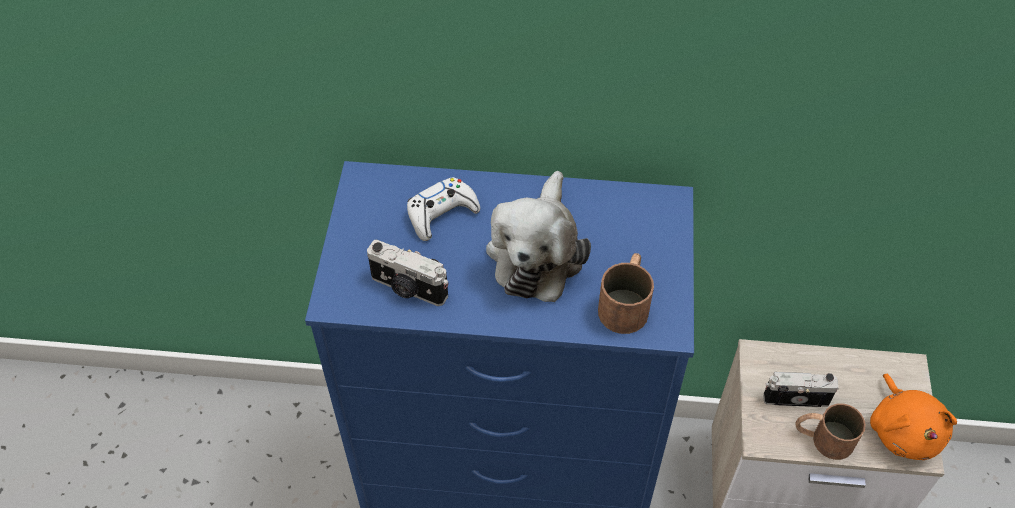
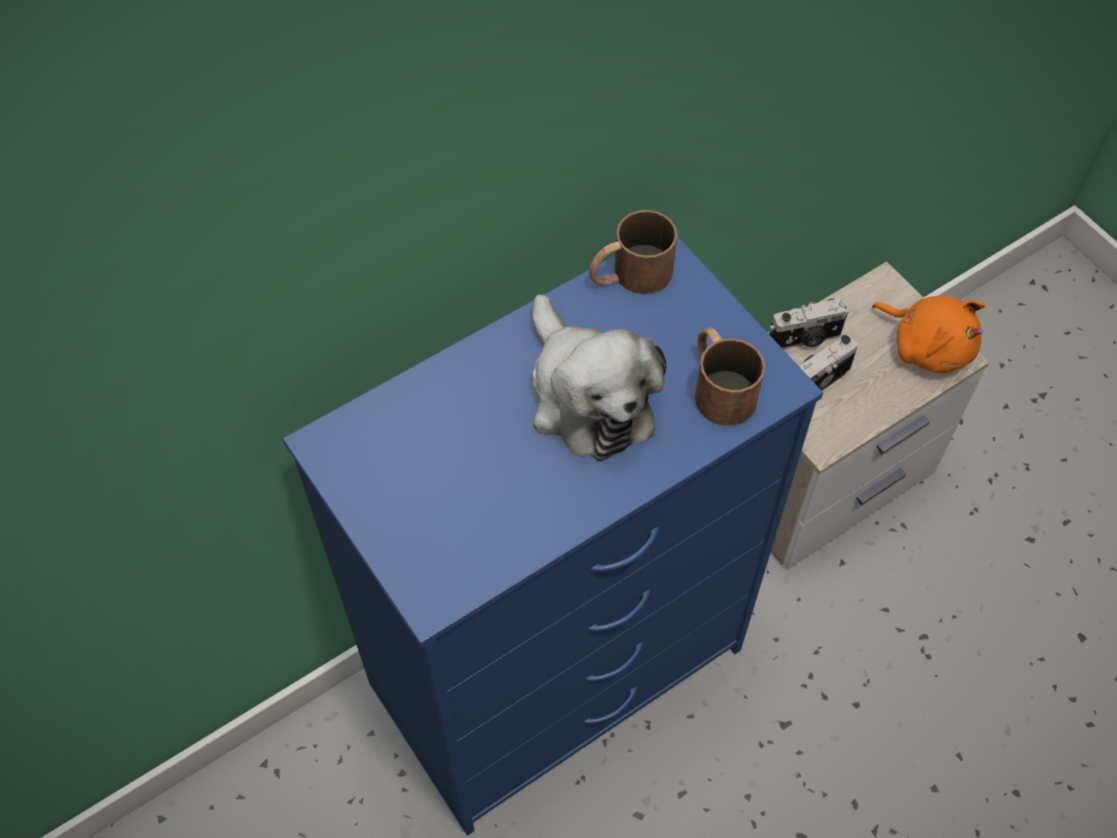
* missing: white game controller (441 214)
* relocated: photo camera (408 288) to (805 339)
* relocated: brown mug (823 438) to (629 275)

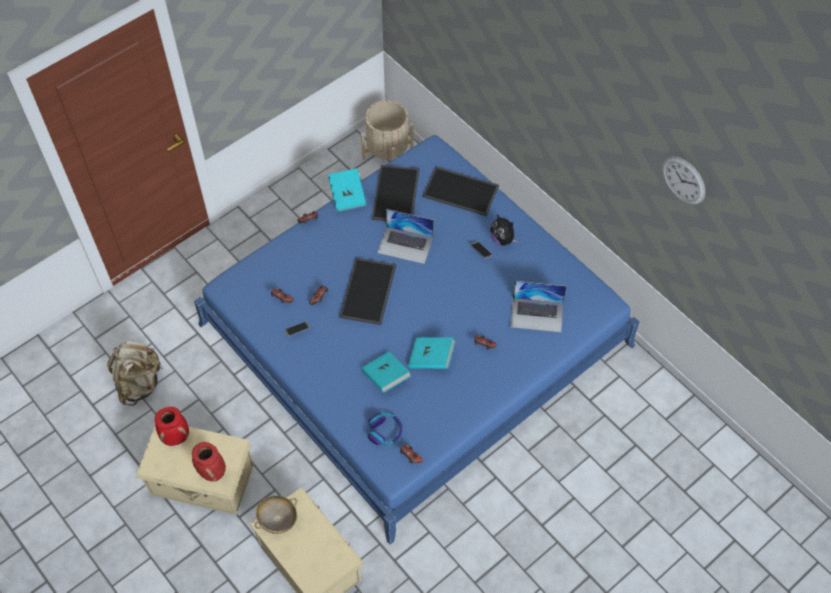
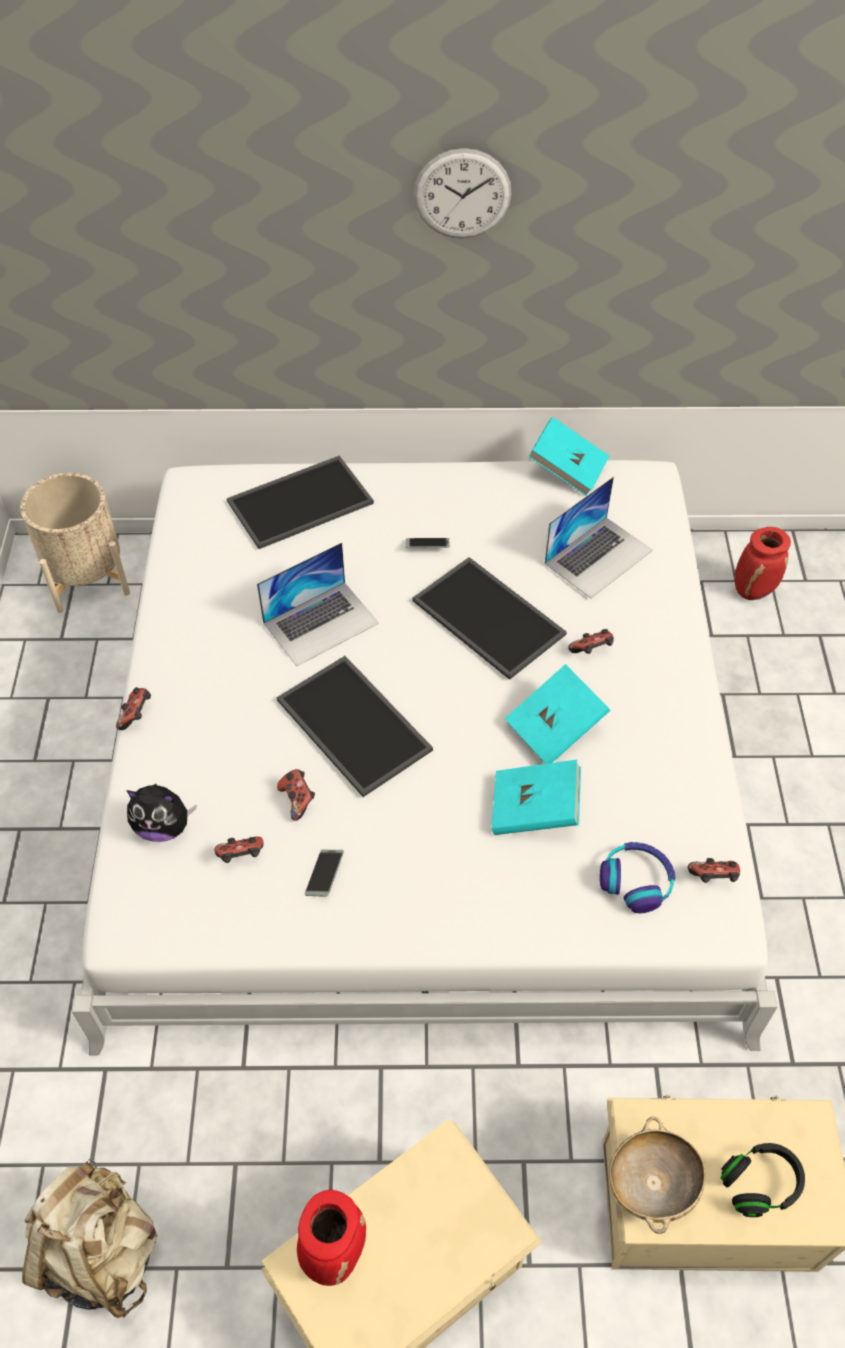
* colour: blue bed (414 335) to white bed (421 758)
* relocated: wall clock (683 180) to (462 194)
* relocated: tray (397 195) to (491 617)
* relocated: turquoise book (347 196) to (567 470)
* relocated: plush toy (502 239) to (163 827)
* relocated: red vase (213 473) to (753 590)
* appeared: black headphones (759 1184)

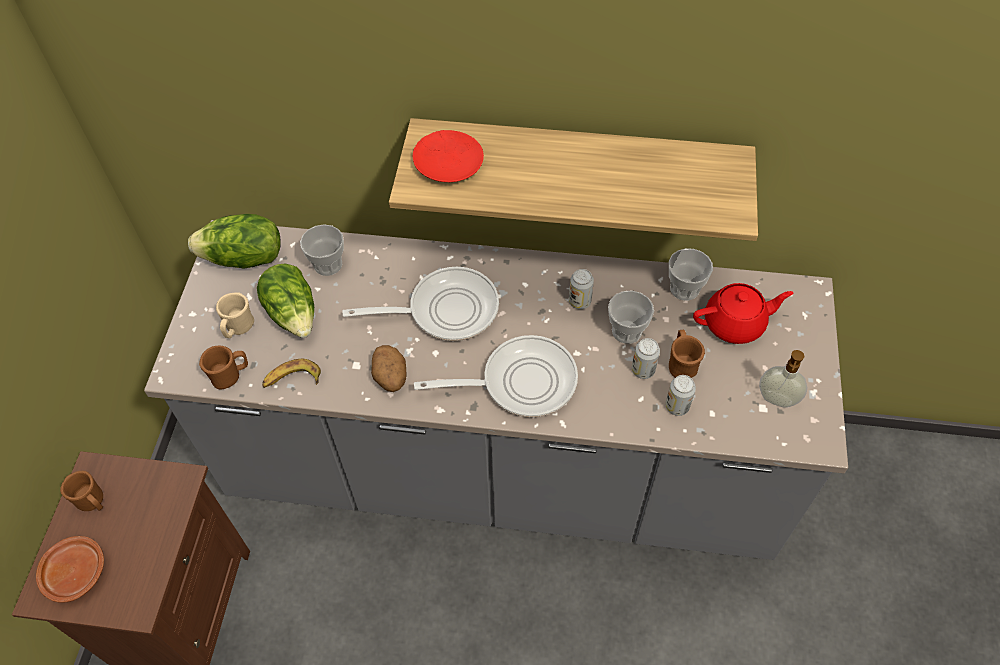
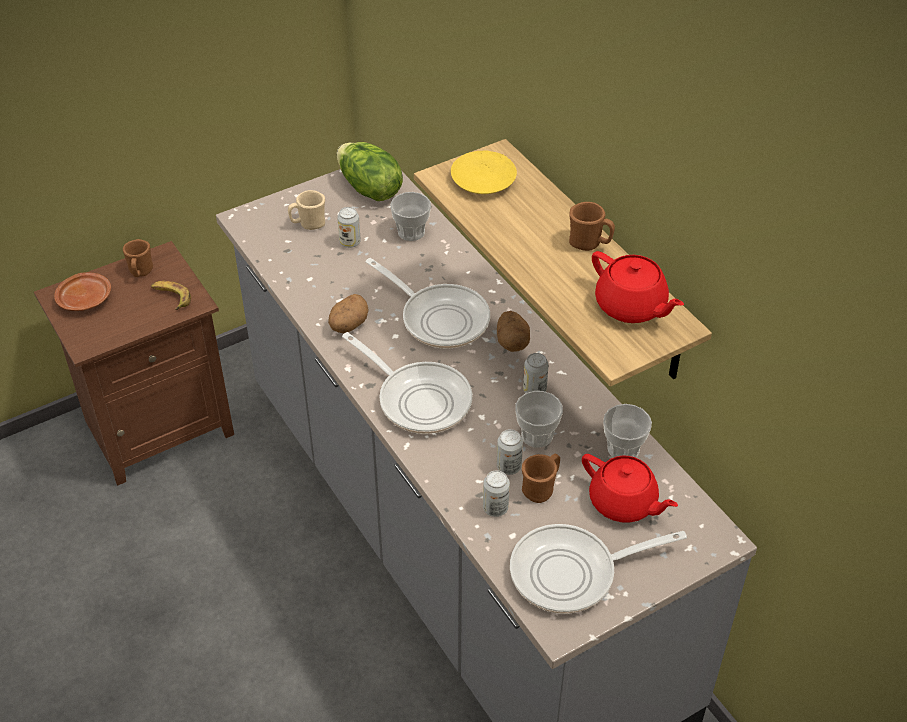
* colour: red plate (448 162) to yellow plate (483 179)
* exchanged: lettuce (294 313) to can (350 242)
* relocated: brown mug (230 376) to (589 244)
* exchanged: soap dispenser (776 400) to frying pan (572 573)
* relocated: banana (292 379) to (171 297)
* appeared: red teapot (631 307)
* appeared: potato (512 342)

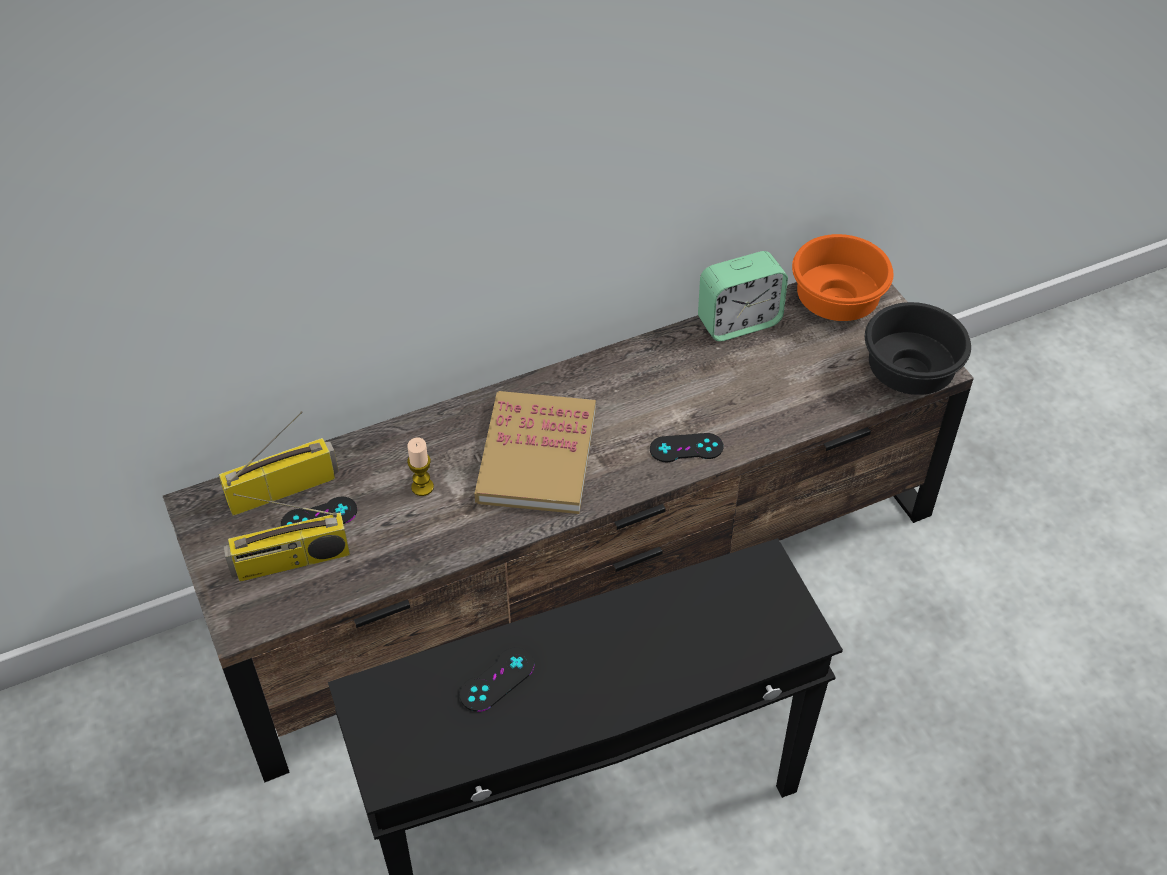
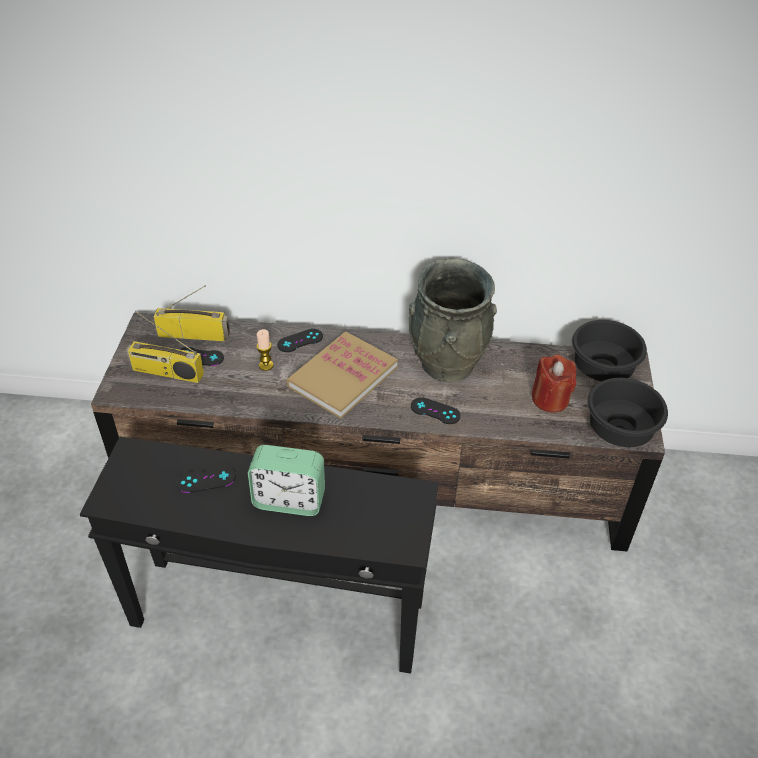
* colour: orange bowl (839 303) to black bowl (604 370)
* relocated: alarm clock (738 322) to (289 500)
* appeared: grey vase (446 363)
* appeared: black game controller (300 341)
* appeared: red candle (550 399)

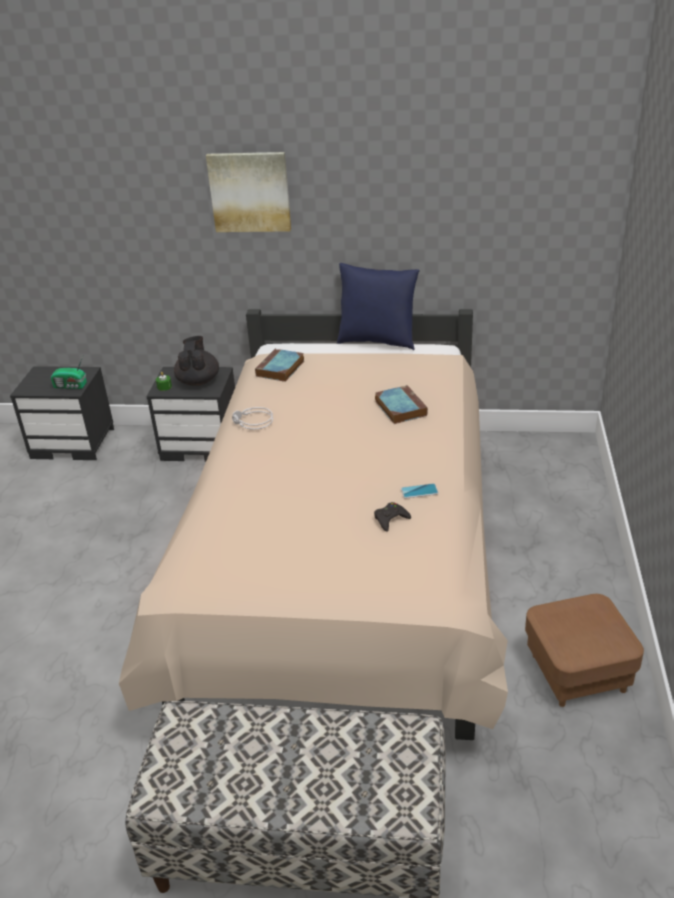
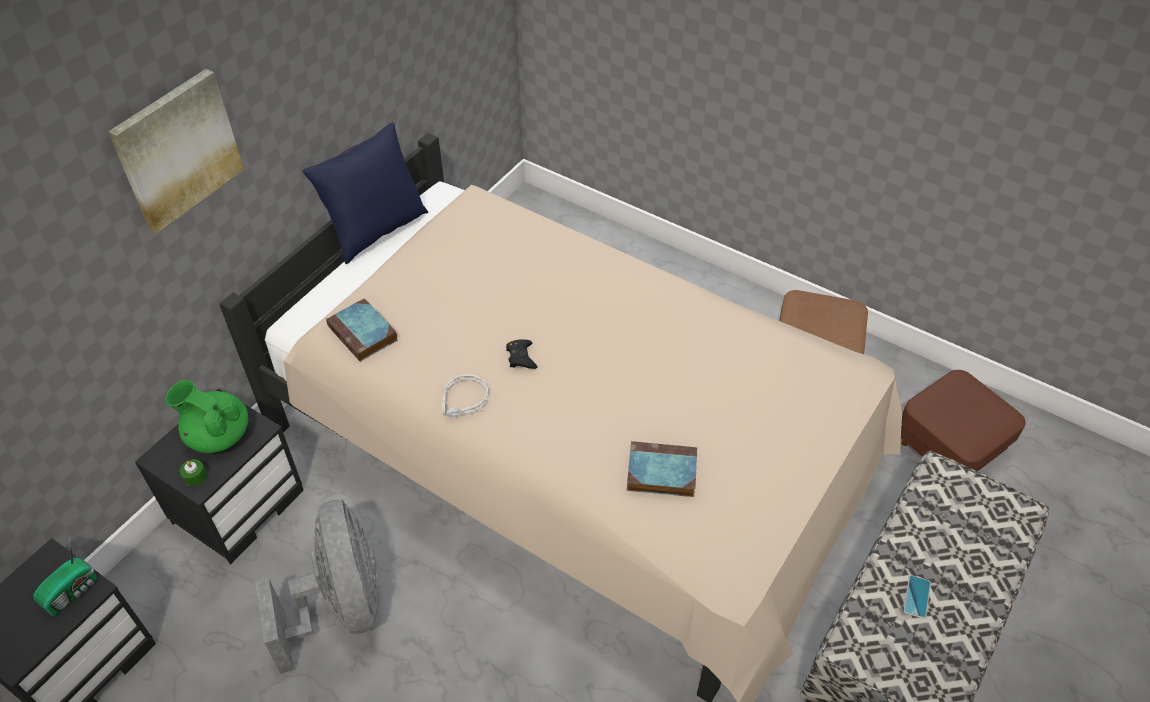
* colour: black teapot (198 381) to green teapot (218 435)
* relocated: book (399 408) to (660 473)
* relocated: phone (419 491) to (917 597)
* relocated: black game controller (390 519) to (521 357)
* appeared: brown ottoman (948 448)
* appeared: grey fan (341 606)

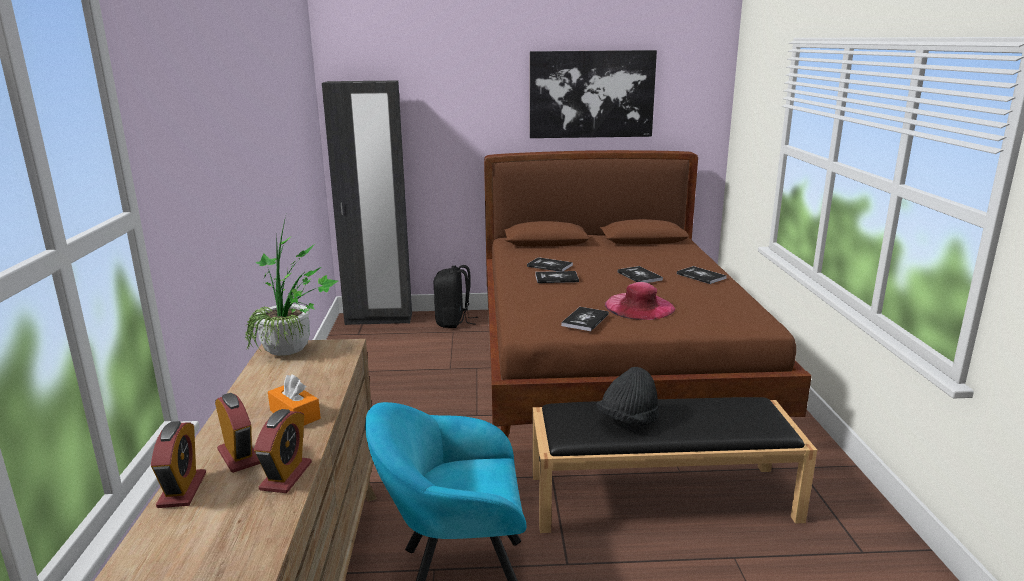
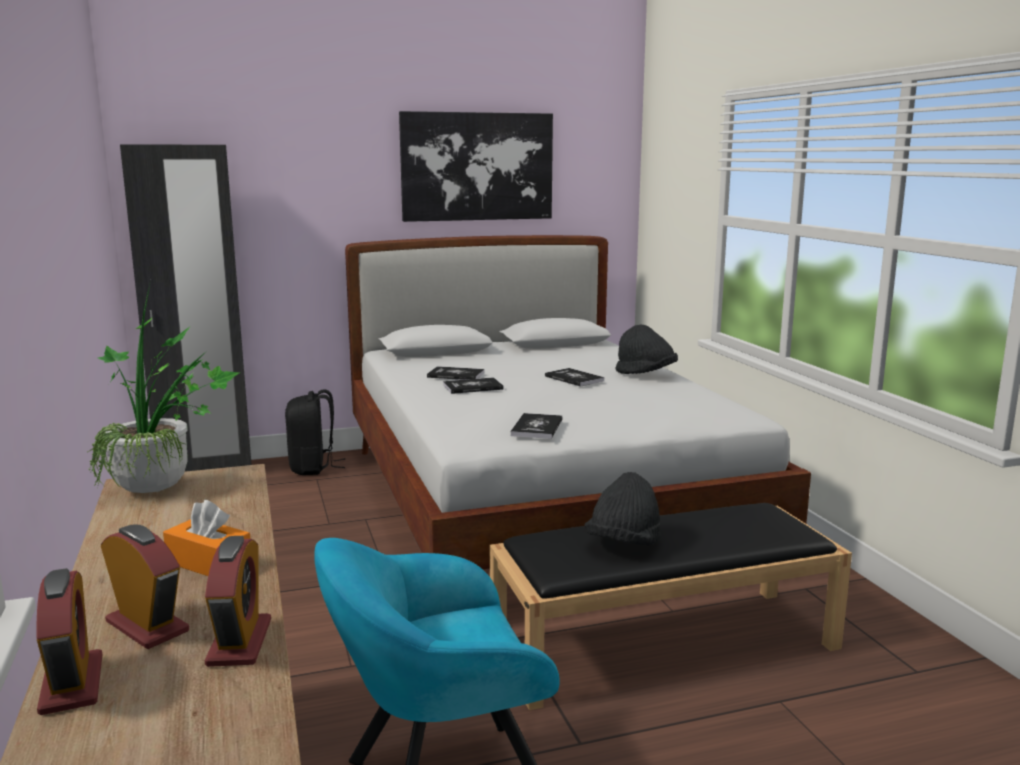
* colour: brown bed (610 369) to white bed (539 504)
* exchanged: book (701 276) to black hat (646 374)
* missing: pink hat (639 306)

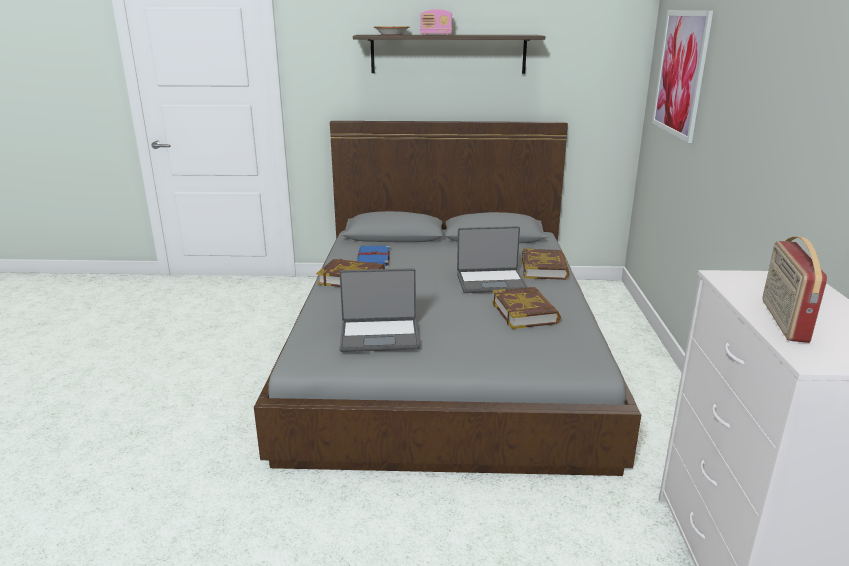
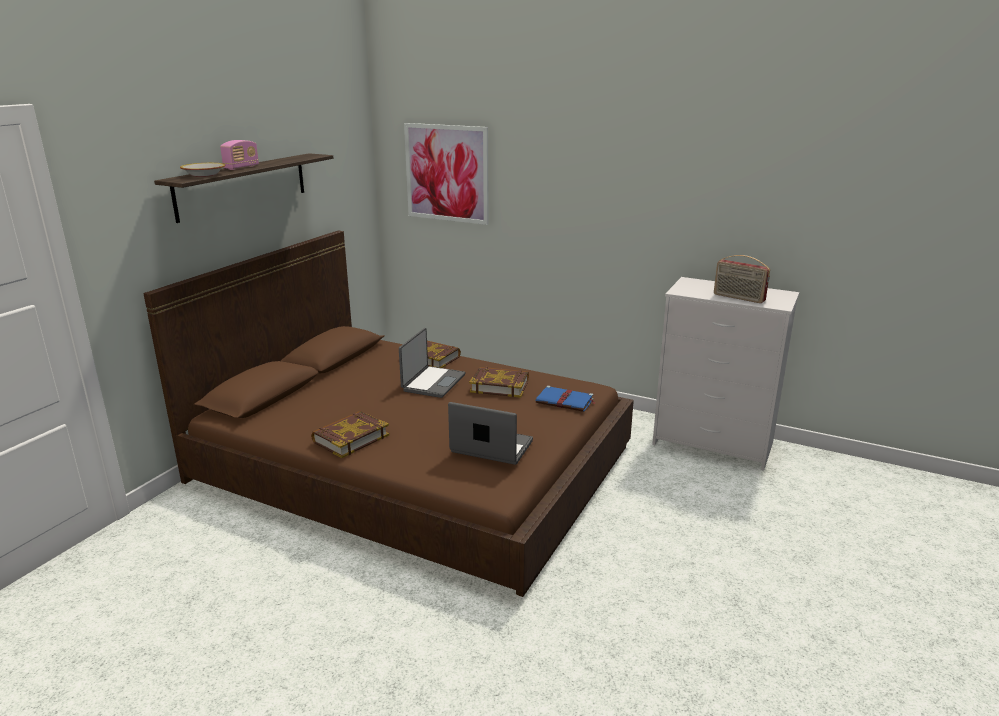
* colour: grey bed (446 349) to brown bed (414 463)
* relocated: blue book (373 259) to (565 401)
* spun: laptop (379 336) = (491 447) 90 degrees counterclockwise

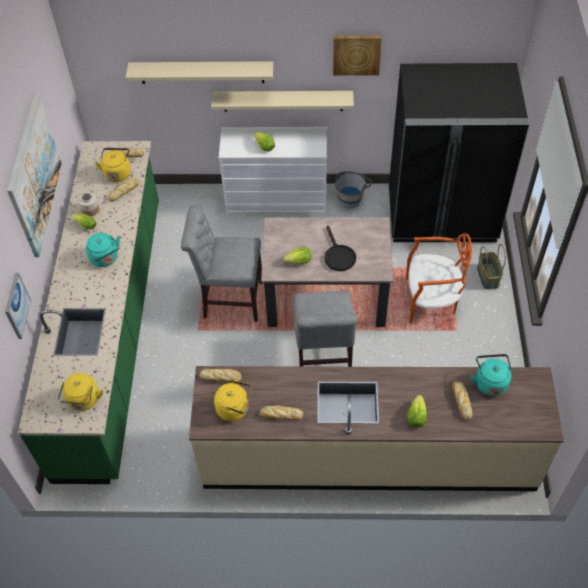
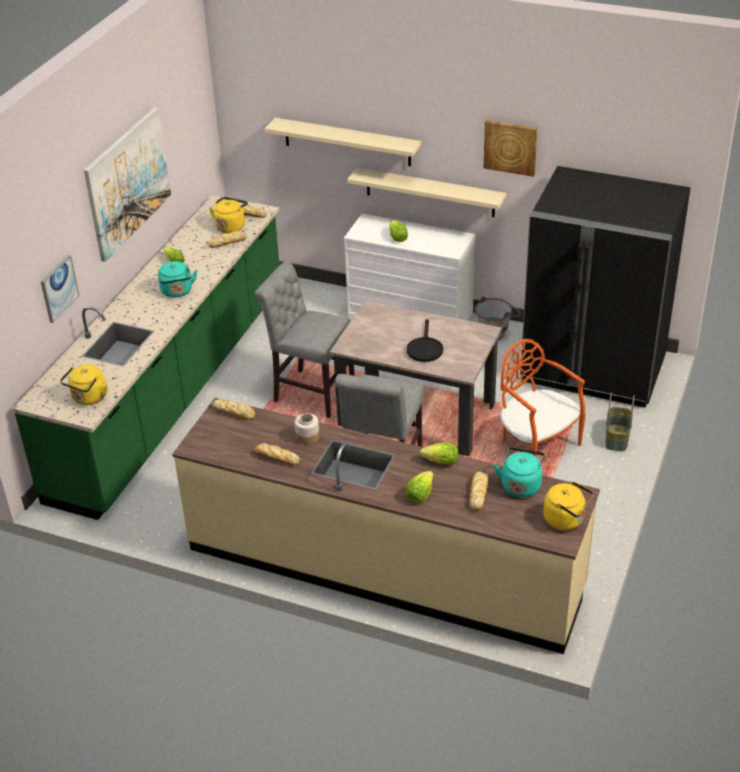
* relocated: jar (90 209) to (307 437)
* spun: orange chair (431 300) = (536 445) 150 degrees counterclockwise
* relocated: lettuce (299 262) to (441 462)
* relocated: yellow kettle (235 408) to (566 520)

